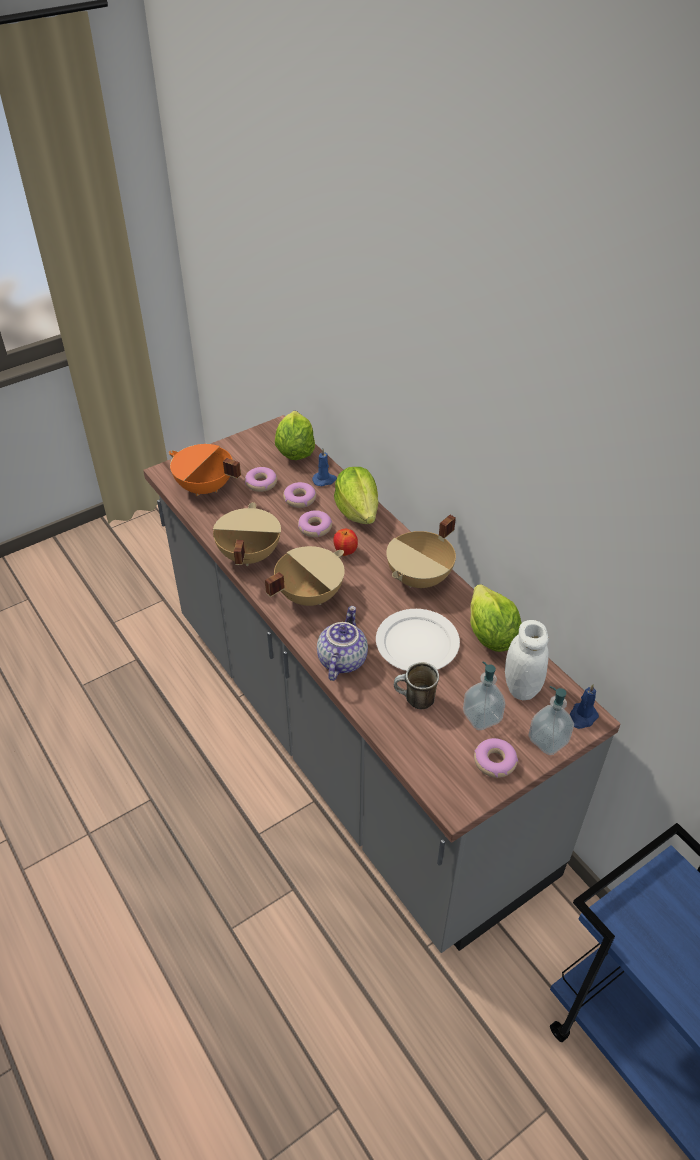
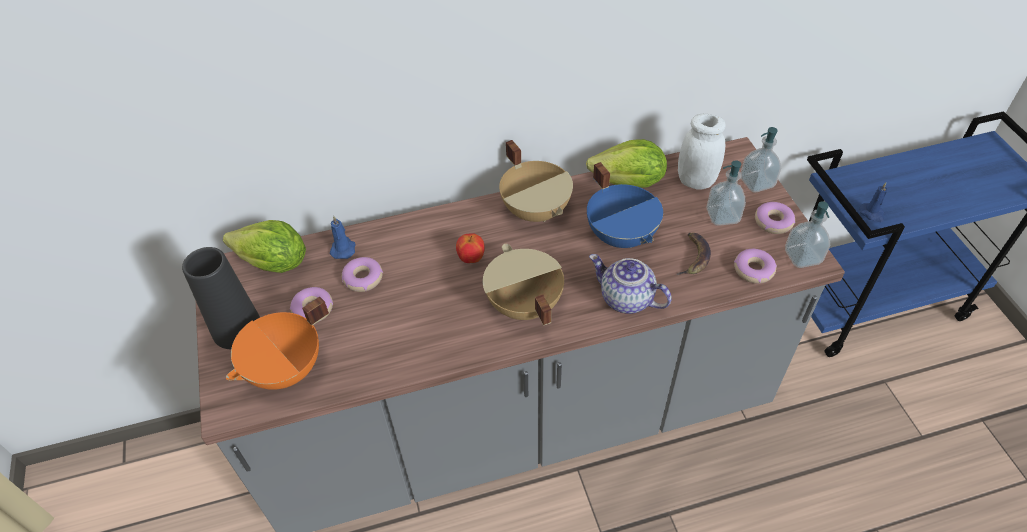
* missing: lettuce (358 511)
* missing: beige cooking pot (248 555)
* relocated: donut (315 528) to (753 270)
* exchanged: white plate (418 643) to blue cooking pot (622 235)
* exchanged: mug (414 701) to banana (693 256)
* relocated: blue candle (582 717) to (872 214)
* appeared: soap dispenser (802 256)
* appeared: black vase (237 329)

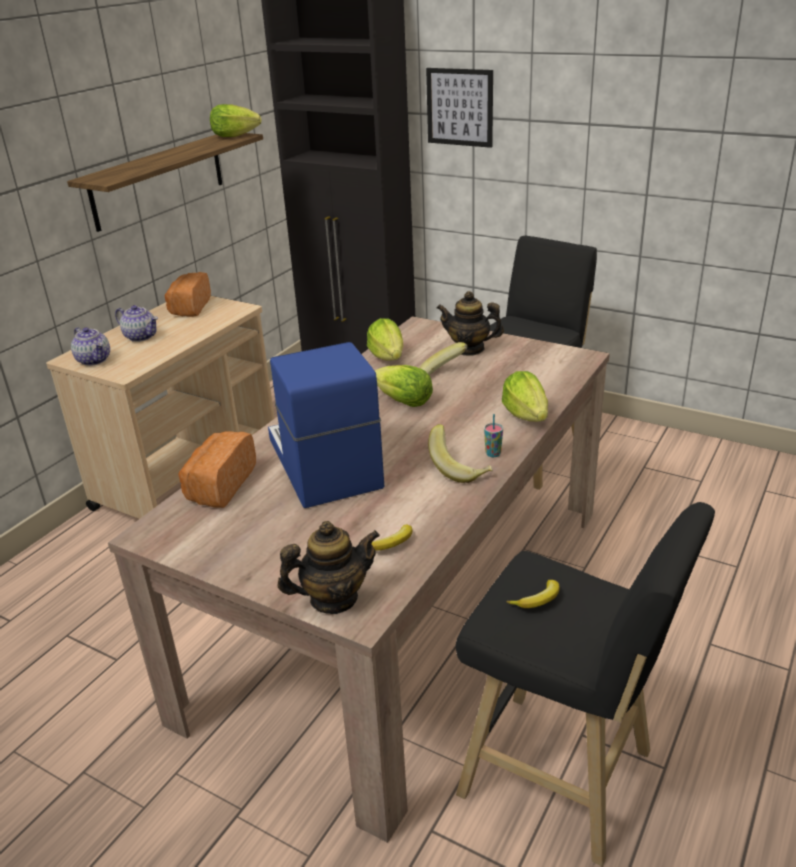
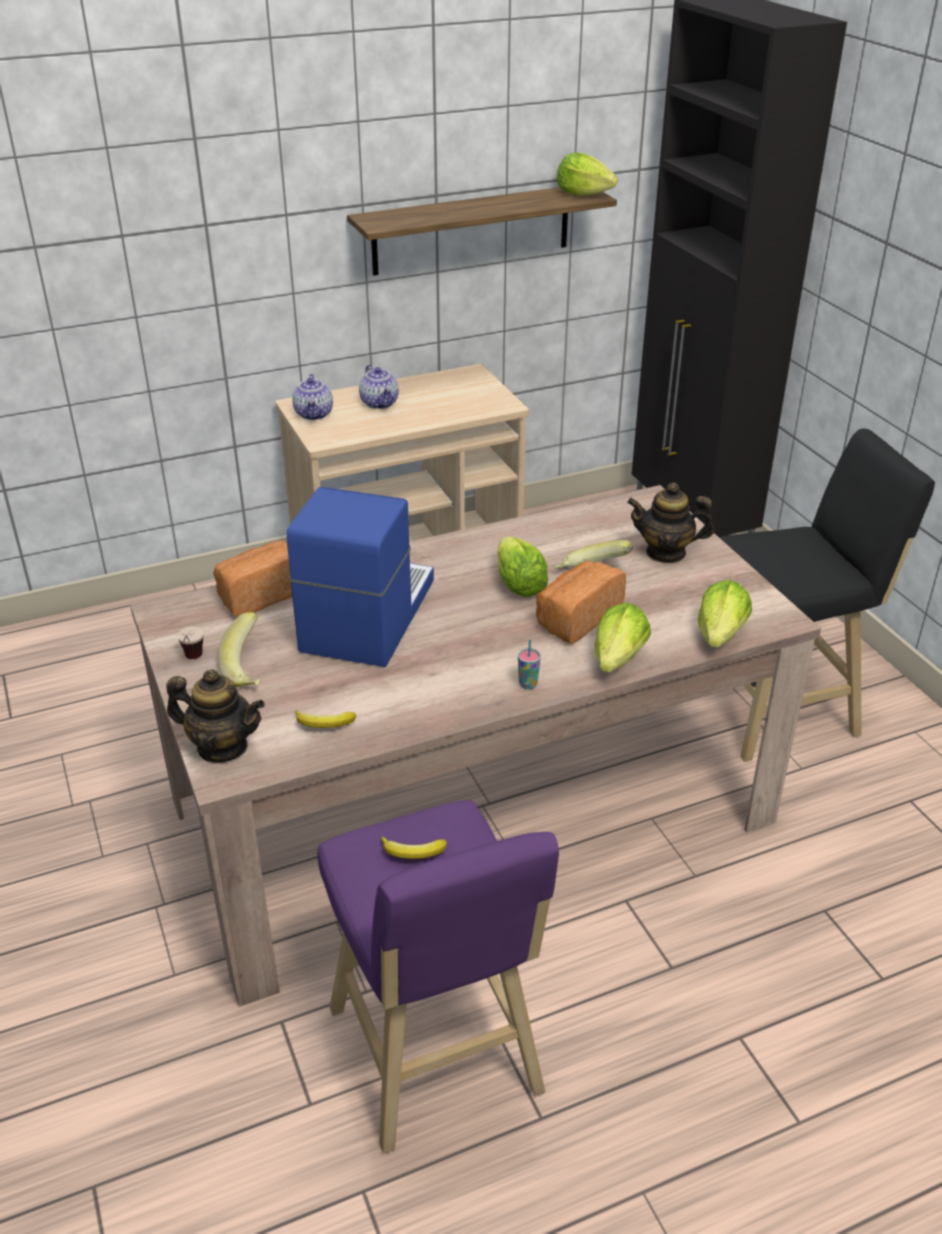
* missing: picture (460 107)
* relocated: bread (189 308) to (576 618)
* spun: teapot (469 349) = (666 553) 45 degrees counterclockwise
* relocated: lettuce (388 357) to (720 635)
* relocated: banana (460 469) to (250 669)
* colour: black stool (564 778) to purple stool (437 1059)
* appeared: cup (192 661)

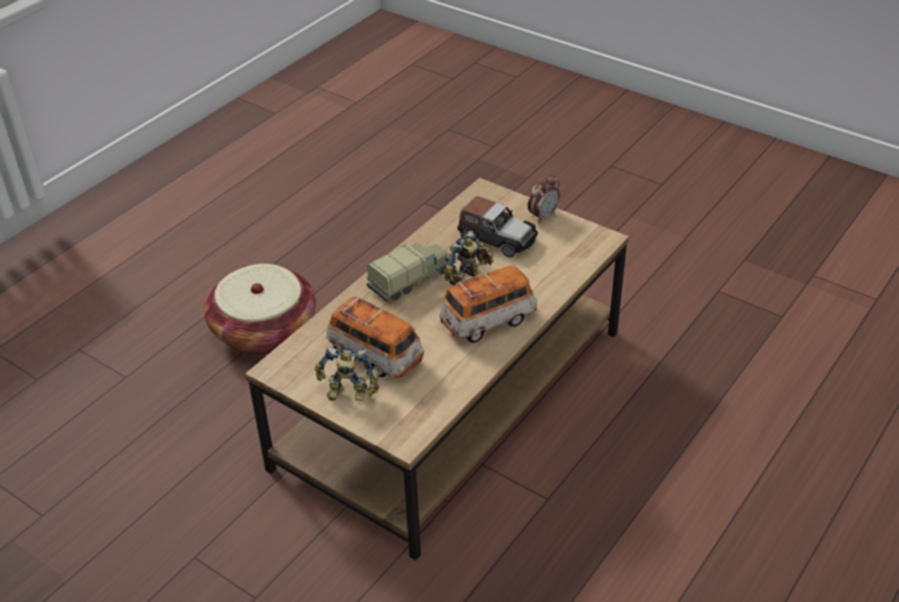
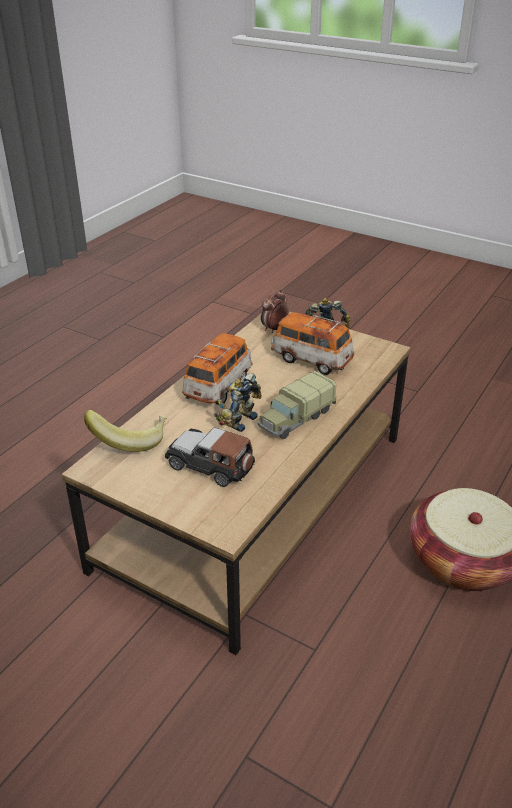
* relocated: alarm clock (543 216) to (274 329)
* spun: toy car (488 321) = (218 387) 150 degrees clockwise
* appeared: banana (130 440)

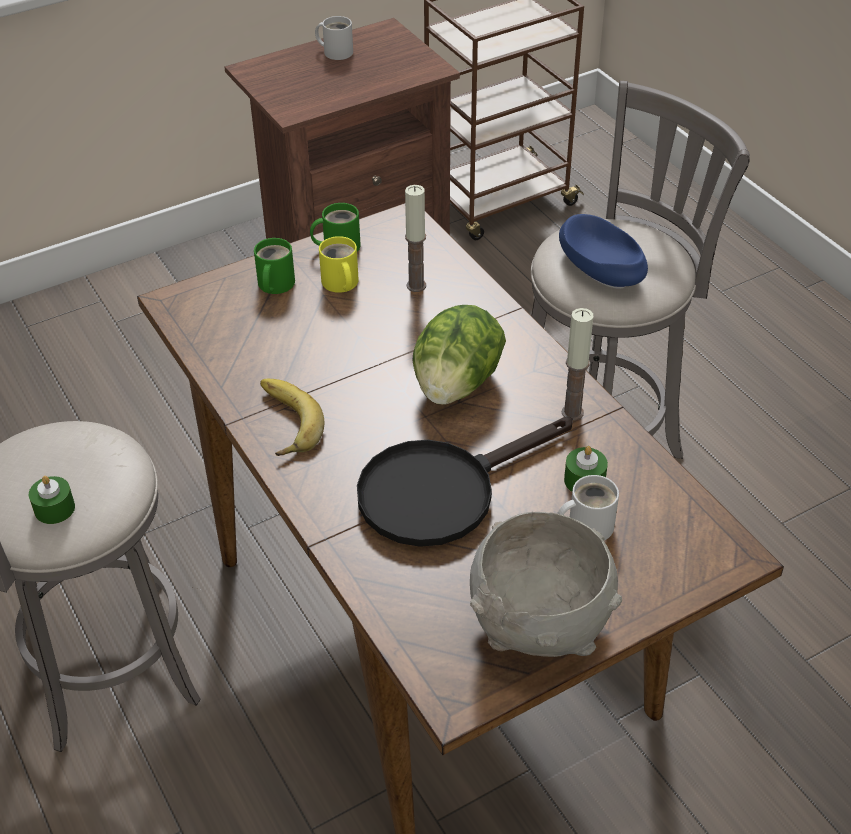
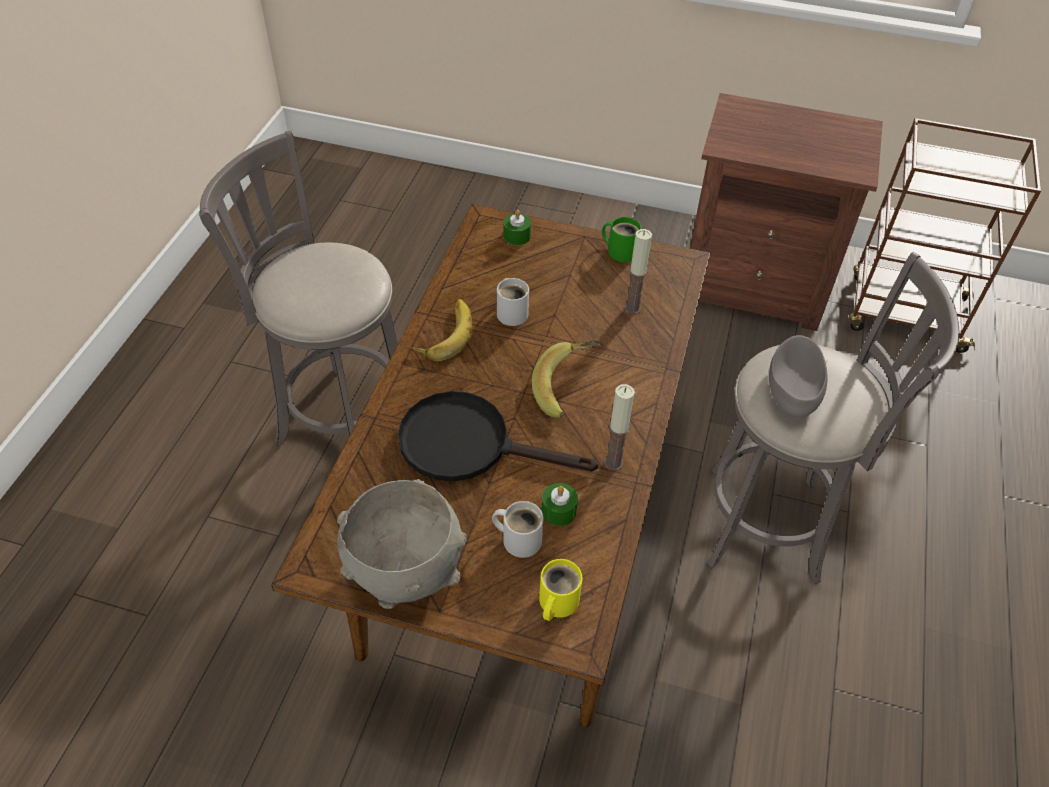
* relocated: white mug (336 51) to (512 312)
* colour: blue bowl (601 269) to grey bowl (793 390)
* relocated: yellow mug (339 283) to (556 602)
* missing: green mug (274 285)
* exchanged: lettuce (456 385) to banana (568 388)
* relocated: green candle (54 508) to (517 236)

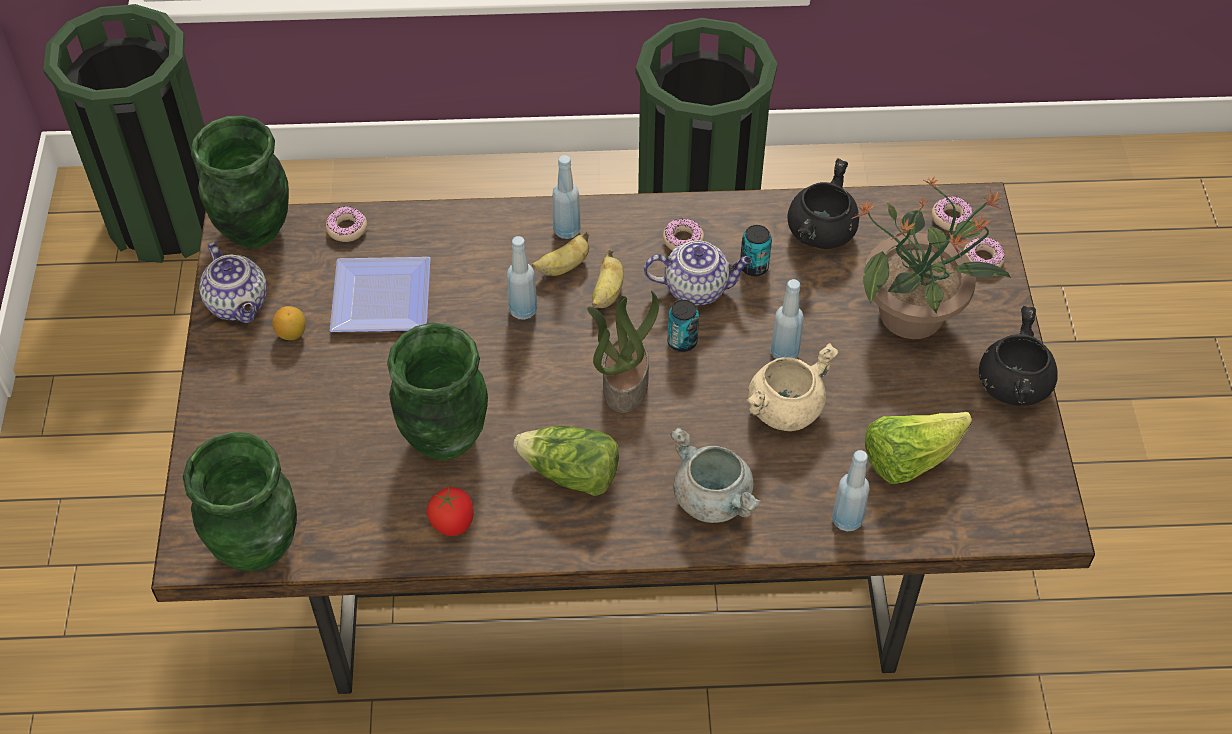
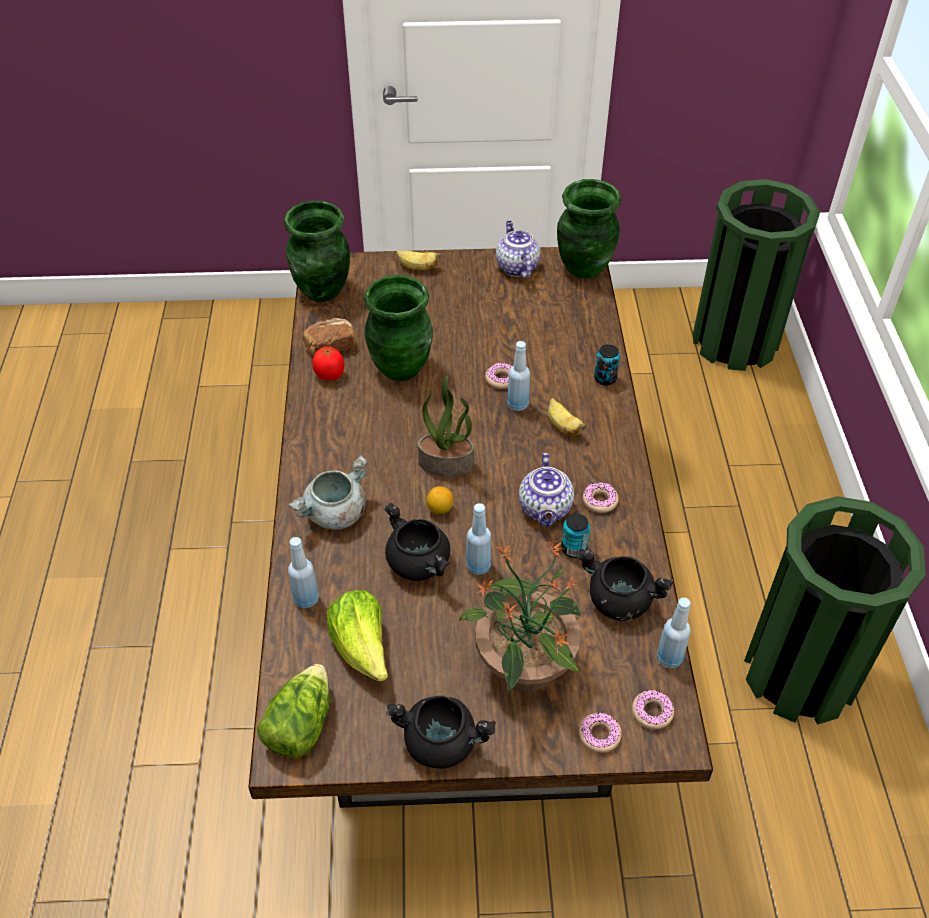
* relocated: blue bottle (567 230) to (669 658)
* relocated: donut (347 228) to (501 379)
* spun: teapot (239 304) = (516 267) 105 degrees clockwise
* relocated: banana (607 293) to (417 267)
* missing: plate (378 296)
* relocated: can (682 341) to (605 379)
* relocated: lemon (292 333) to (440 509)
* colour: beige cooking pot (785 408) to black cooking pot (420 563)
* relocated: lettuce (571 474) to (299 724)
* appeared: bread (330 346)

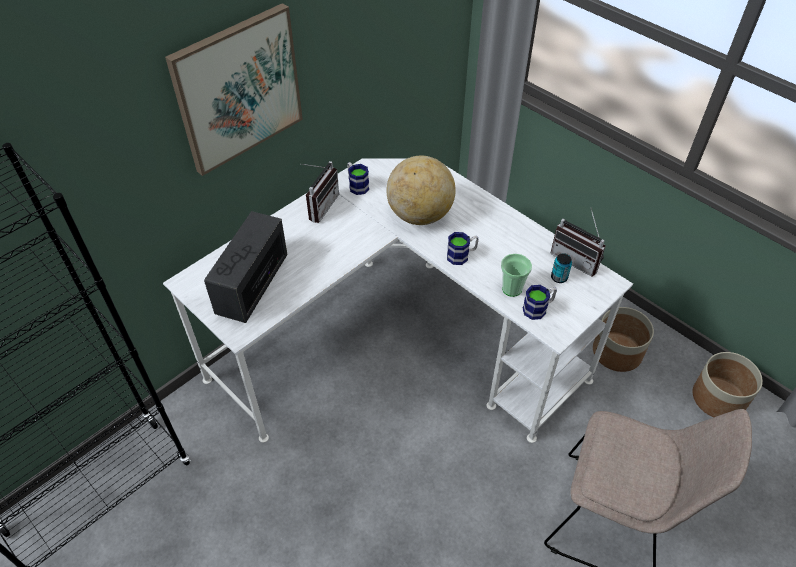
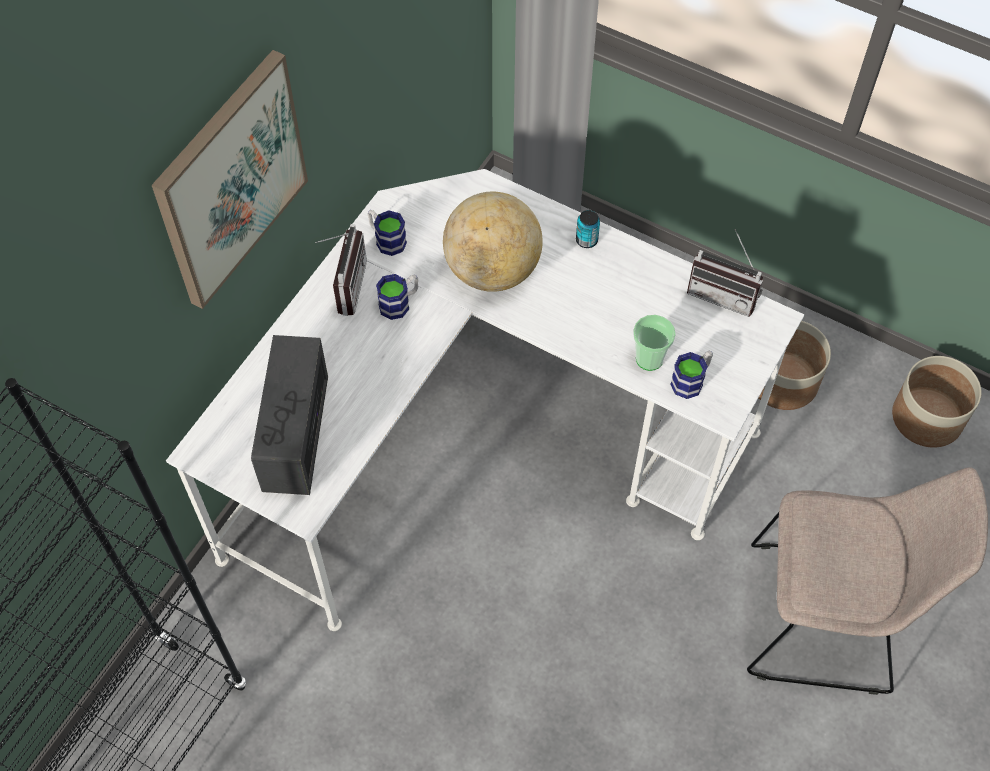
* relocated: mug (462 255) to (399 303)
* relocated: can (559 277) to (586 240)

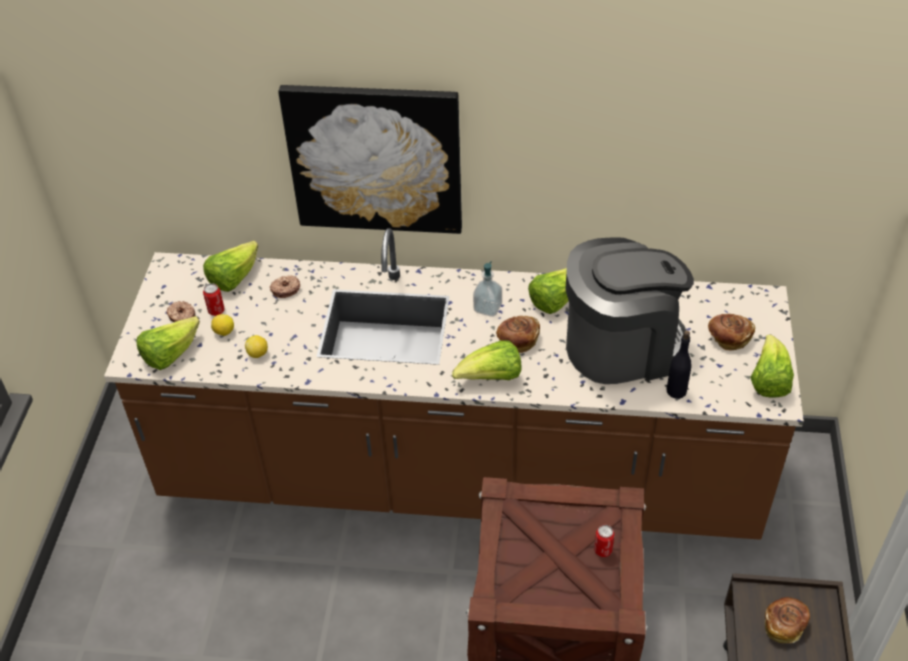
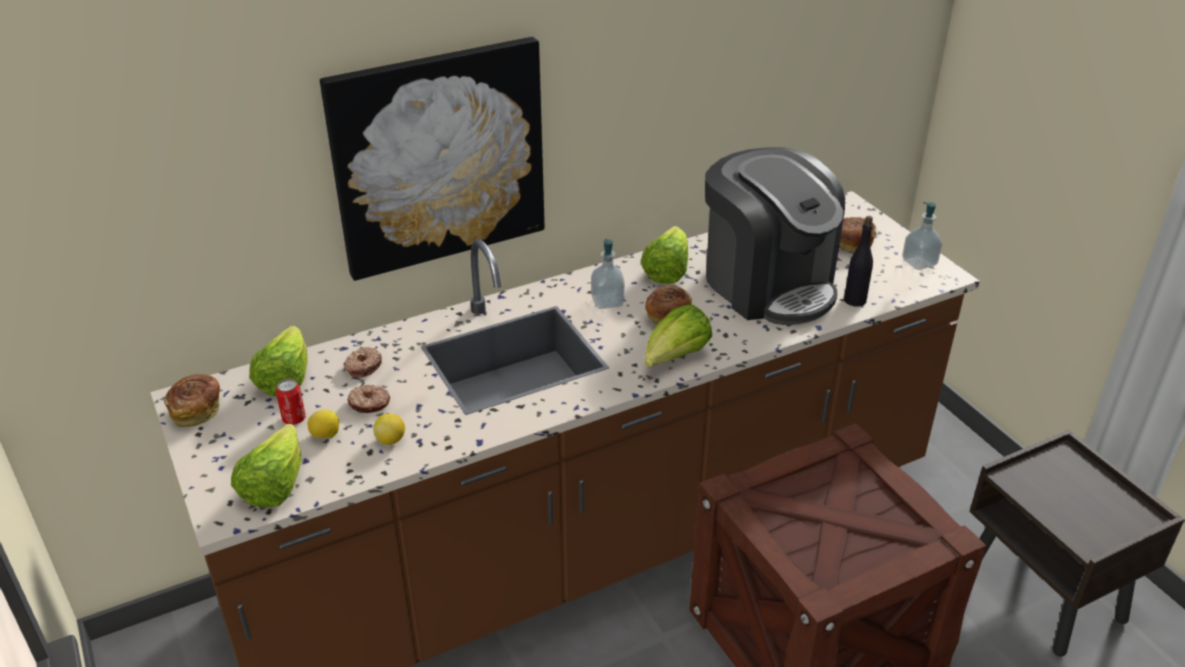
* spun: coffee machine (621 346) = (768 284) 105 degrees clockwise
* relocated: donut (182 316) to (369 404)
* exchanged: lettuce (768 381) to soap dispenser (919 262)
* missing: can (603 550)
* relocated: bread (784 625) to (196 410)

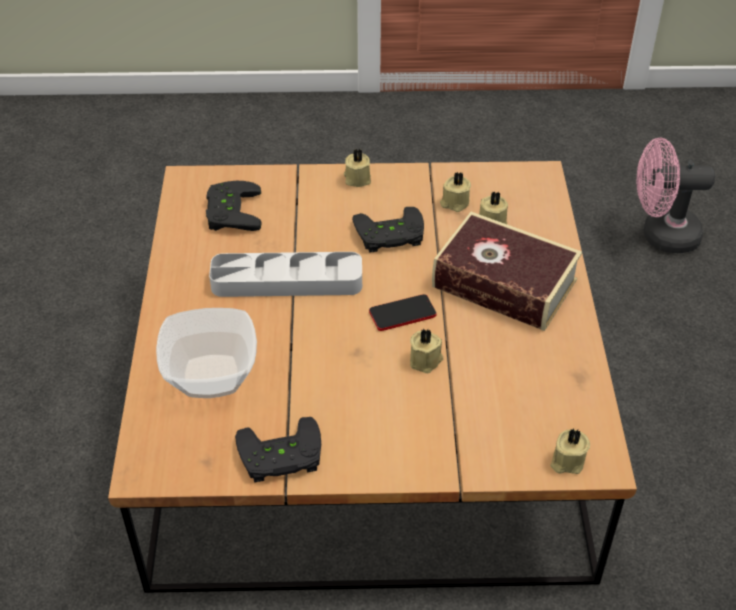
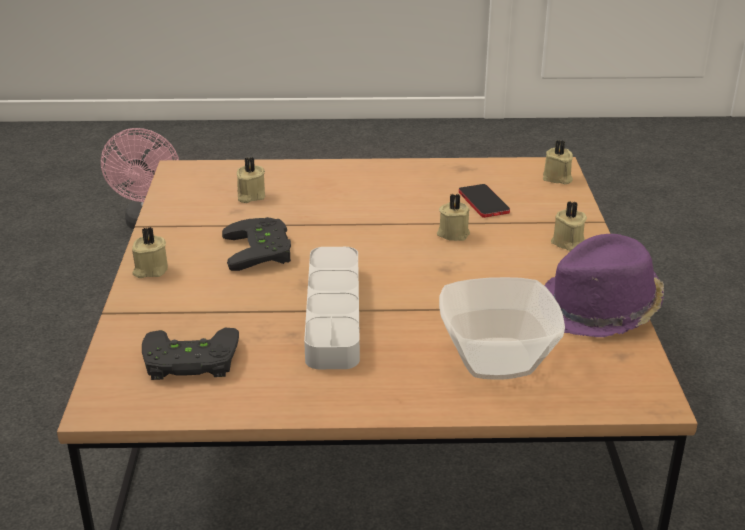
* relocated: beige candle (454 203) to (568 243)
* missing: book (504 284)
* relocated: phone (402 314) to (483 202)
* exchanged: black game controller (280 458) to purple hat (600 310)

